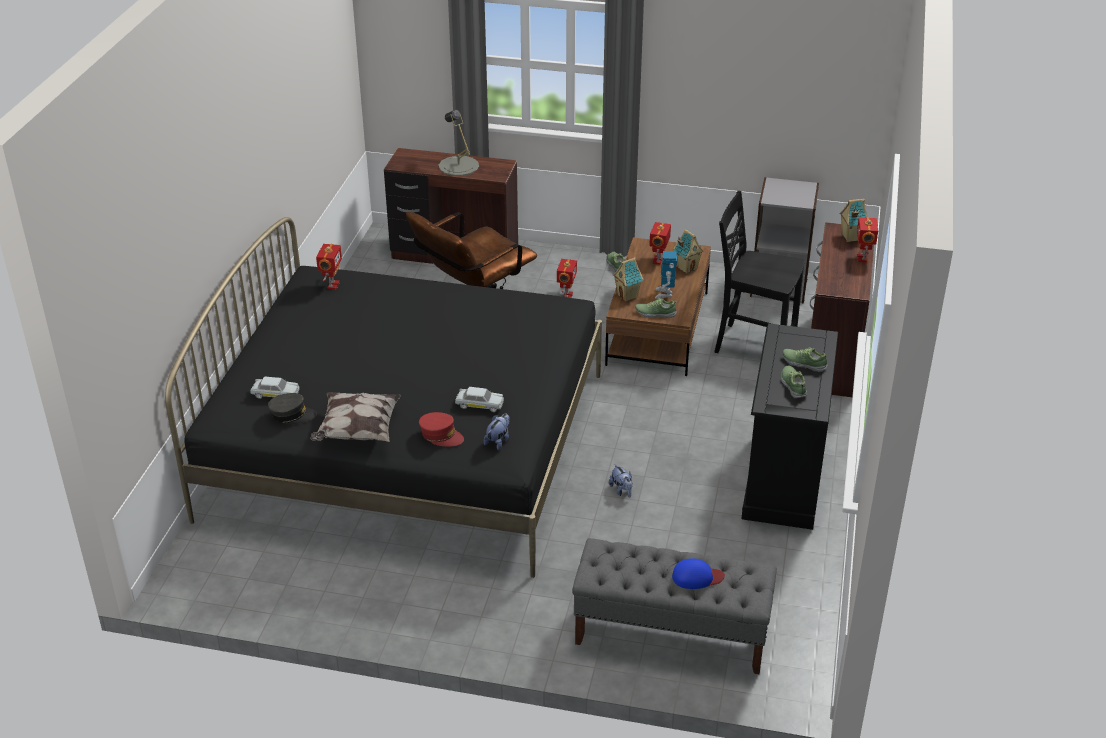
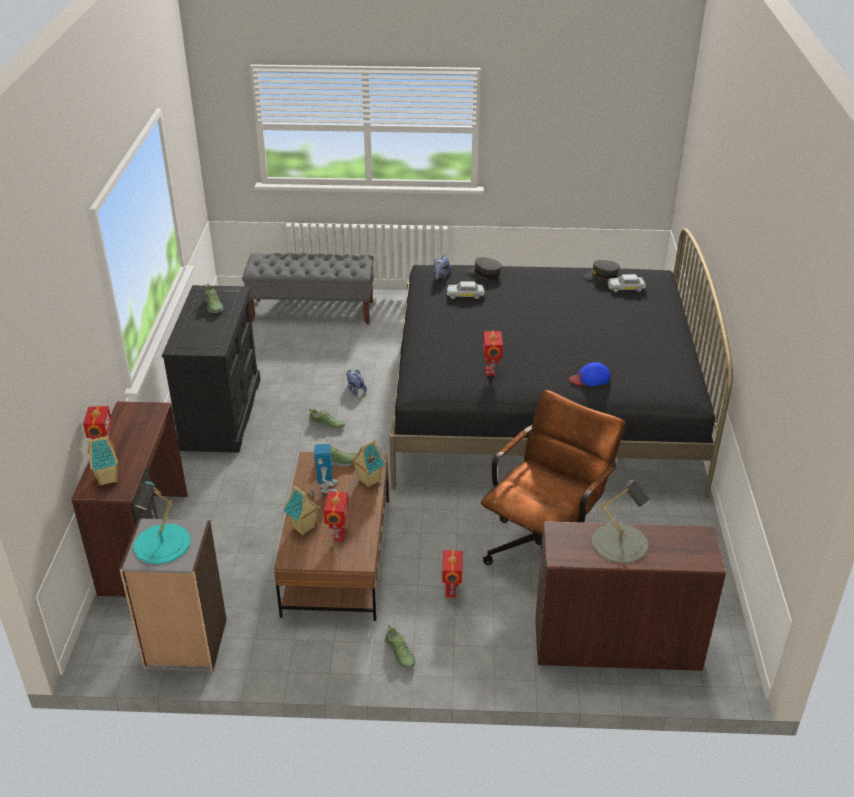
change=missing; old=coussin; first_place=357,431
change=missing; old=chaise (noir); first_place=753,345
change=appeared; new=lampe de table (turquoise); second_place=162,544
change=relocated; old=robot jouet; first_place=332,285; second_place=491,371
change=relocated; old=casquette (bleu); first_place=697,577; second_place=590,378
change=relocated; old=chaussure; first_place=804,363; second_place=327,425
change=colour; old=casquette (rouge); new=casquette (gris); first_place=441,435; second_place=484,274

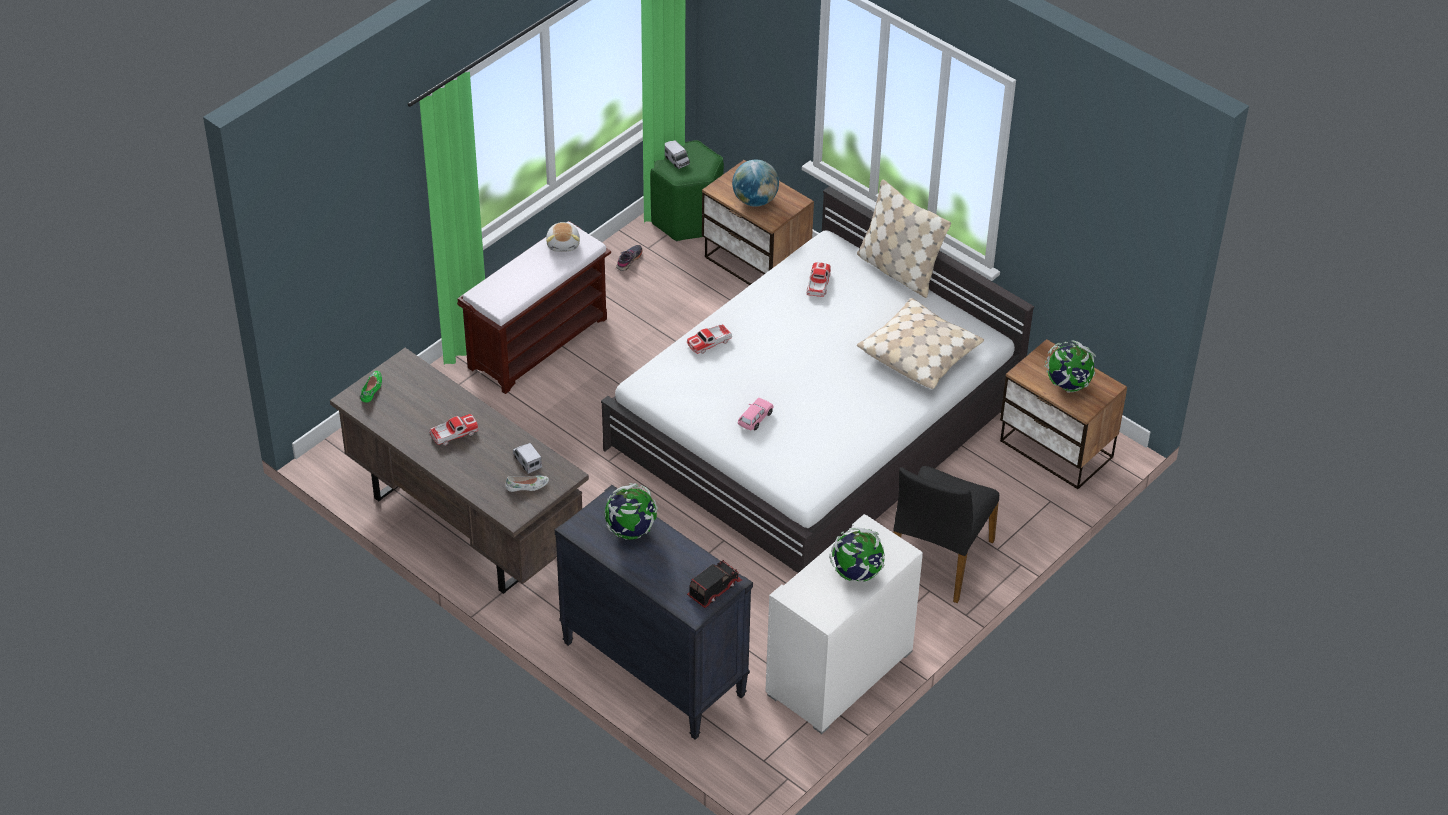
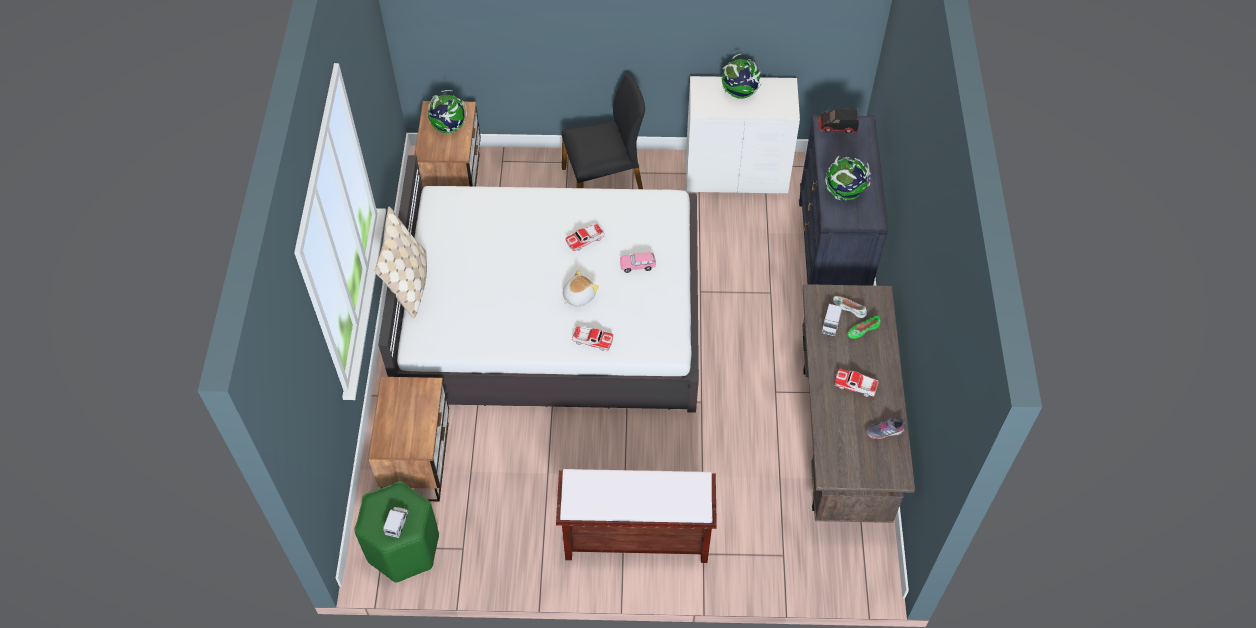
change=missing; old=globe; first_place=755,200
change=missing; old=coussin (beige); first_place=920,353
change=relocated; old=chaussure (vert); first_place=372,389; second_place=862,329
change=relocated; old=peluche; first_place=563,244; second_place=578,296
change=relocated; old=chaussure (gris); first_place=629,260; second_place=884,431
change=relocated; old=petite voiture; first_place=818,284; second_place=585,239

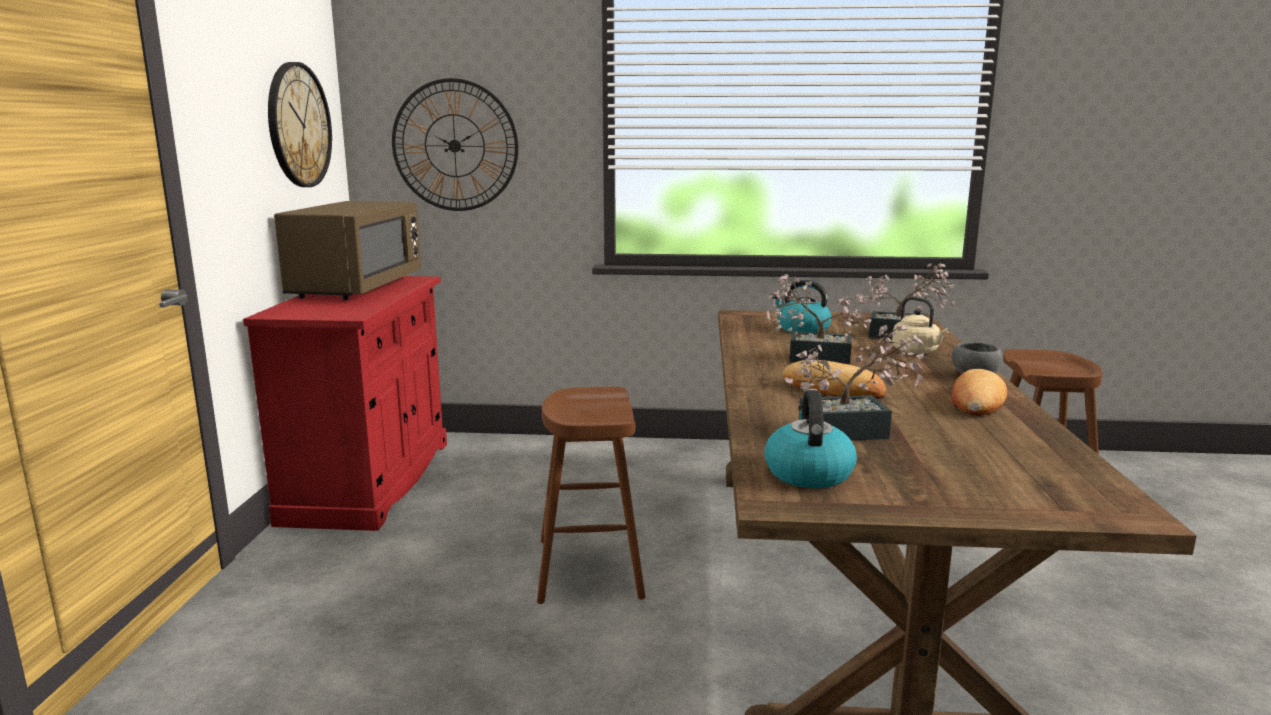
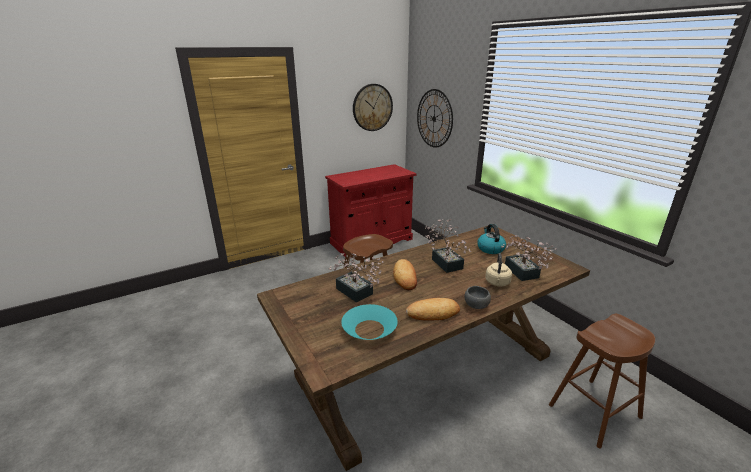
change=missing; old=micro-ondes (marron); first_place=357,288
change=missing; old=bouilloire; first_place=808,473
change=appeared; new=bol (turquoise); second_place=369,329

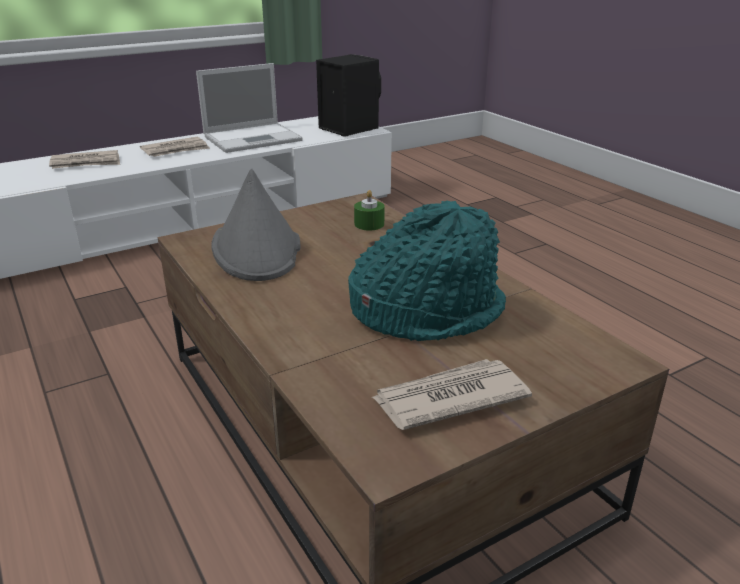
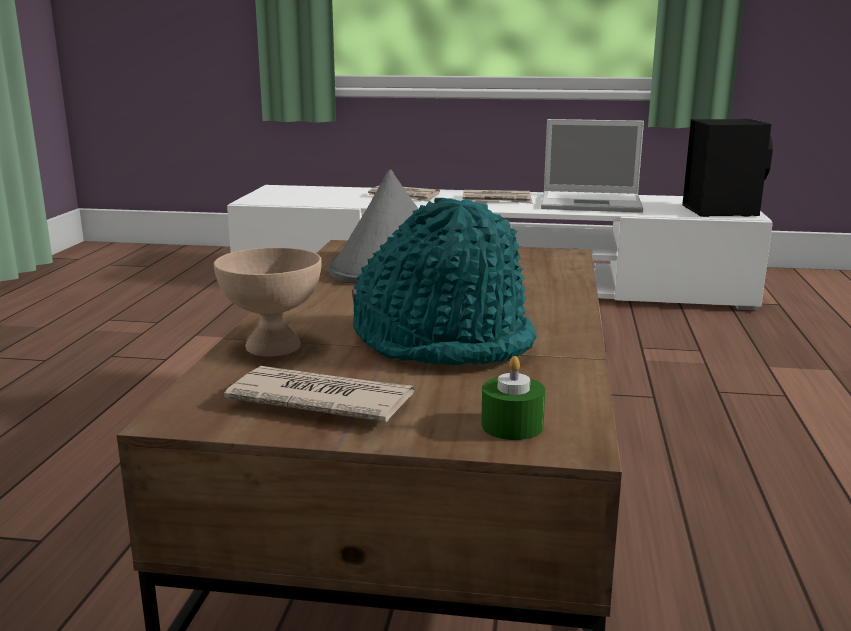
change=appeared; new=bol (beige); second_place=275,347
change=relocated; old=bougie (vert); first_place=369,224; second_place=512,425

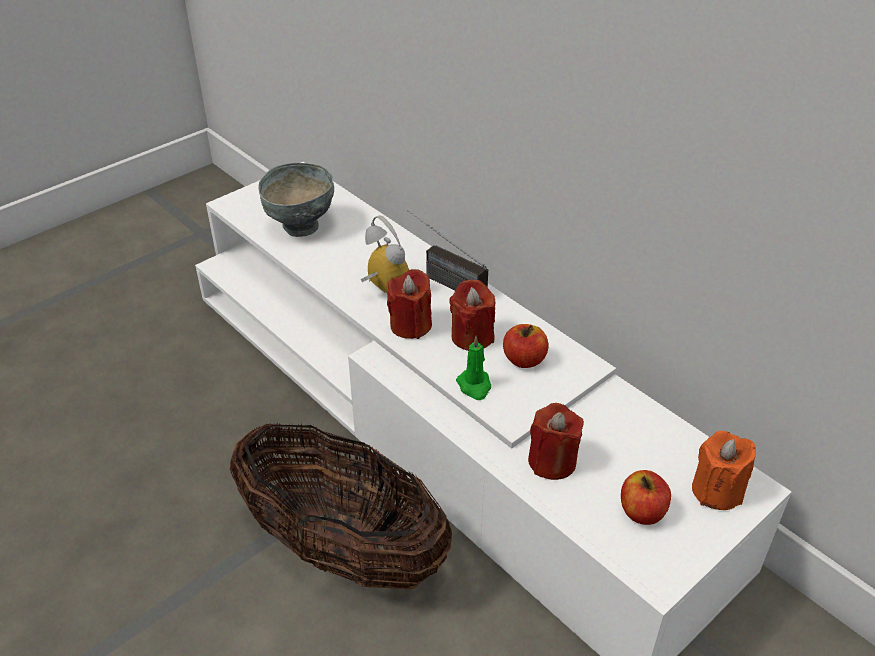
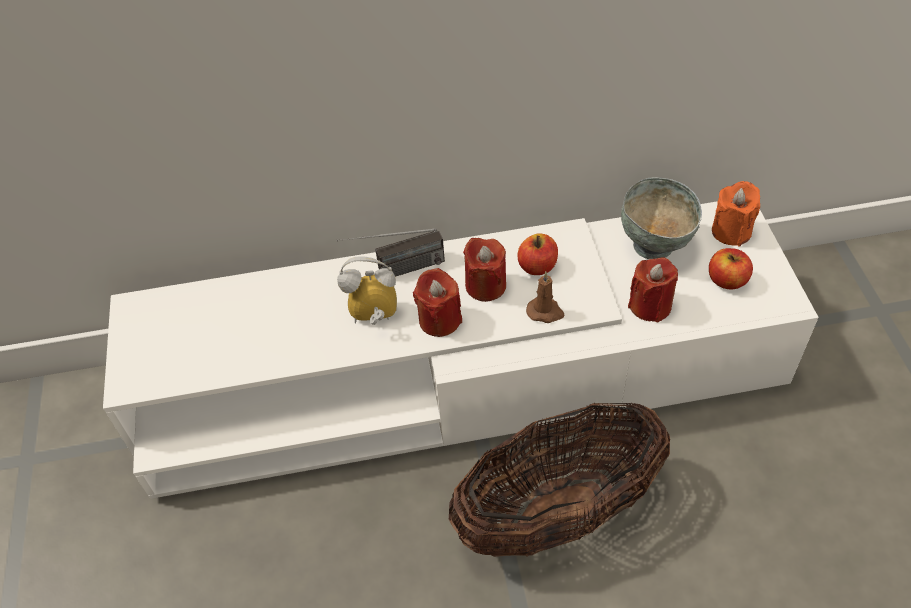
change=relocated; old=bol (gris); first_place=301,227; second_place=655,246
change=colour; old=bougie (vert); new=bougie (marron); first_place=474,386; second_place=545,312

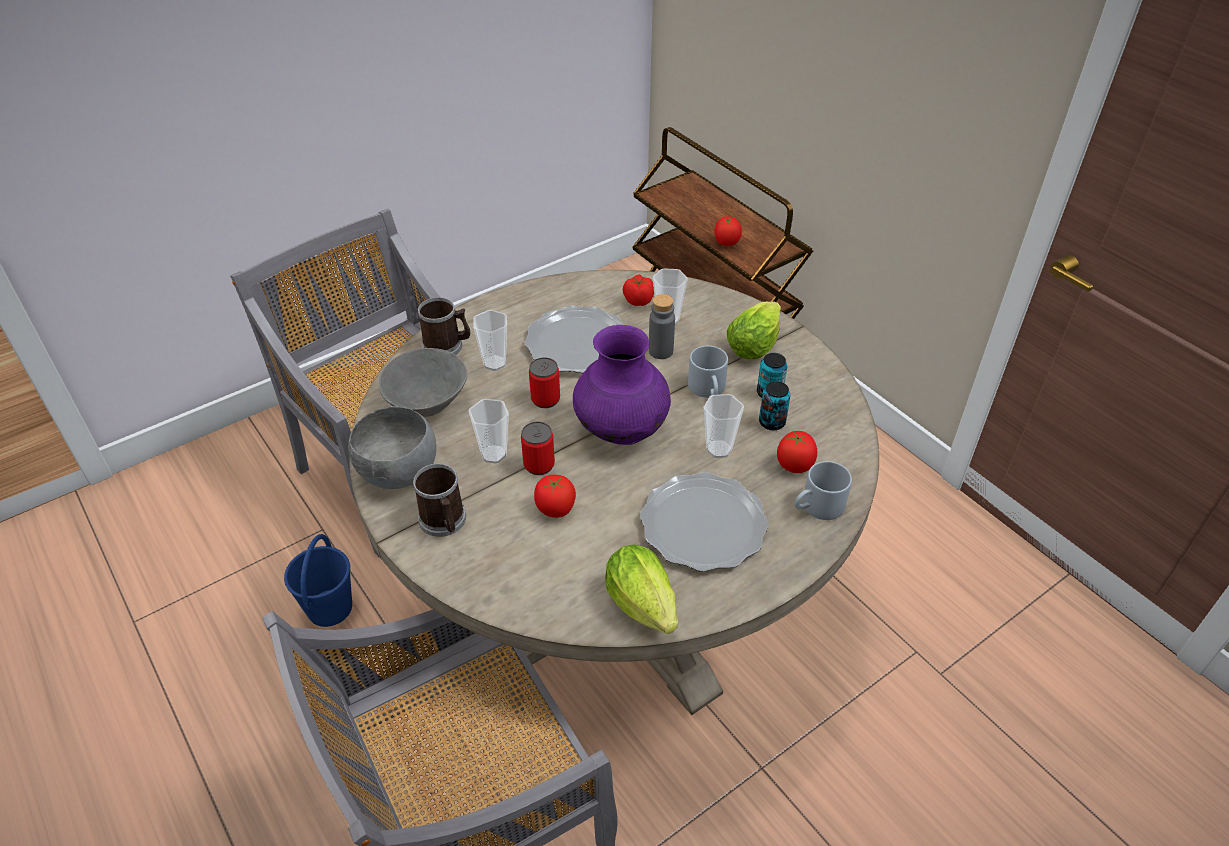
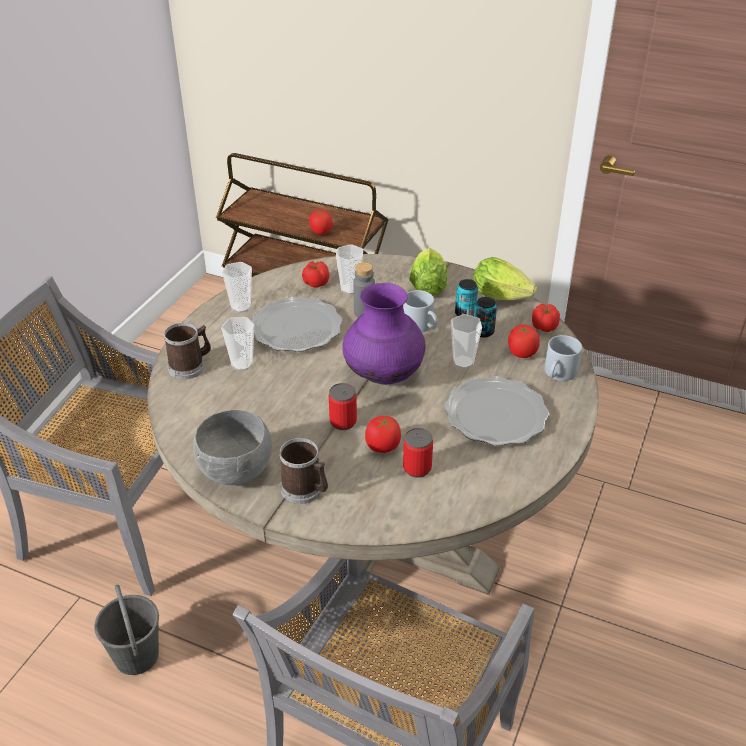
change=missing; old=bol (gris); first_place=426,405
change=appeared; new=tomate; second_place=544,327
change=relocated; old=tasse; first_place=493,454; second_place=241,307
change=relocated; old=boîte métallique; first_place=545,399; second_place=417,468
change=relocated; old=laitue; first_place=645,609; second_place=504,297
change=colour; old=seau (bleu); new=seau (gris); first_place=329,609; second_place=137,656

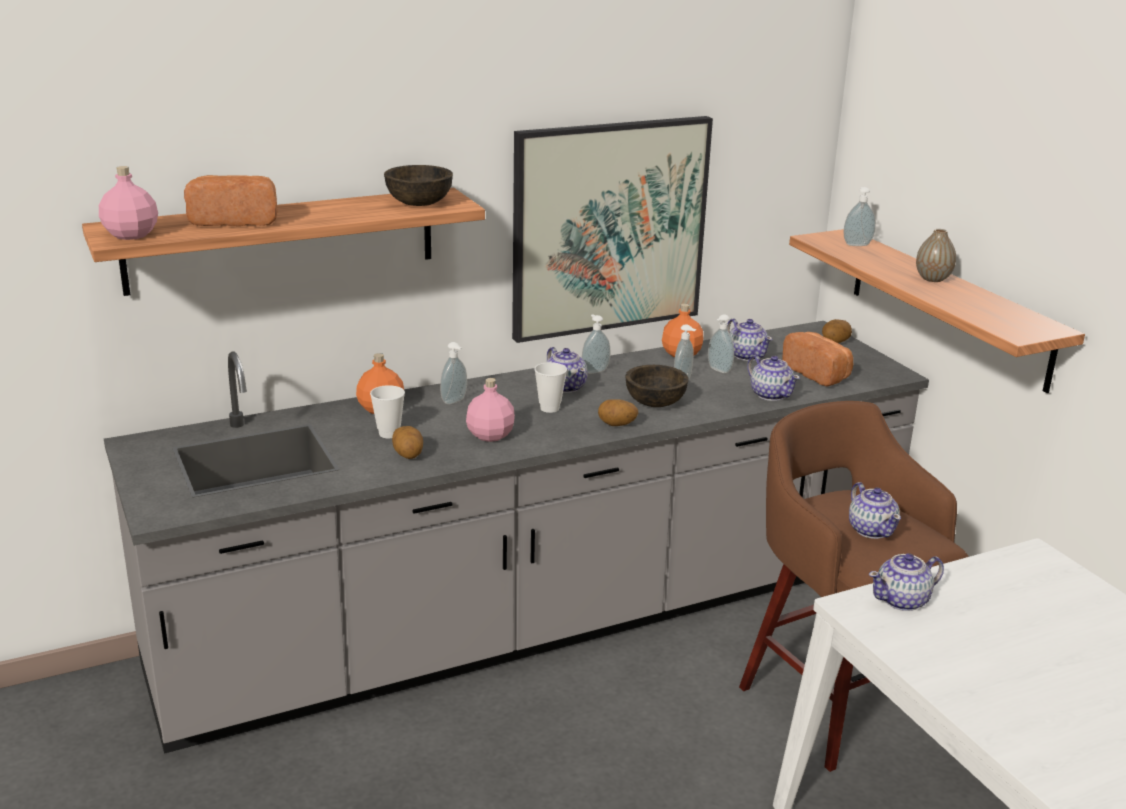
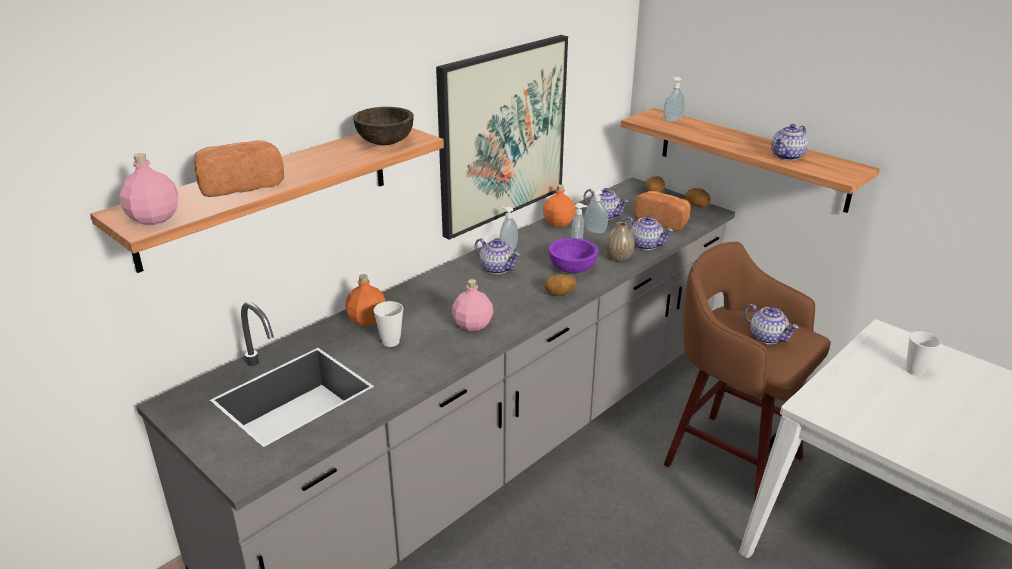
change=missing; old=distributeur de savon; first_place=455,401
change=relocated; old=pomme de terre; first_place=408,455; second_place=697,205
change=relocated; old=tasse; first_place=549,408; second_place=915,371
change=relocated; old=théière; first_place=902,600; second_place=787,156
change=relocated; old=vase; first_place=932,279; second_place=618,258
change=colour; old=bol (marron); new=bol (violet); first_place=654,403; second_place=572,269

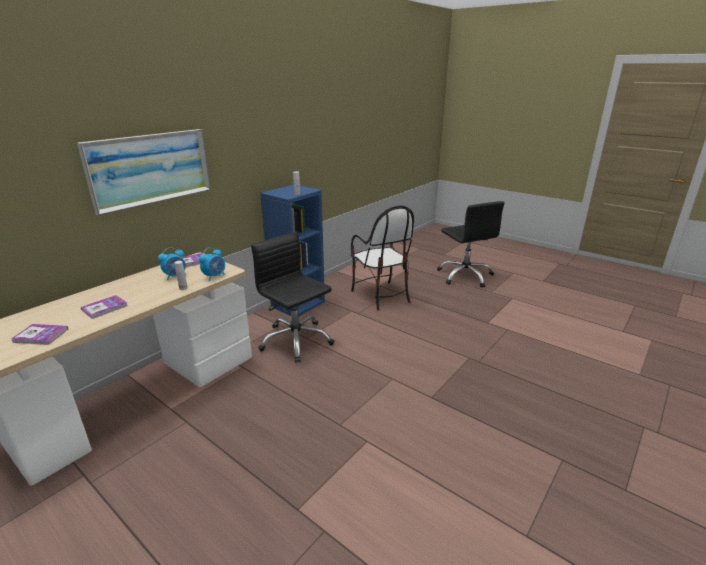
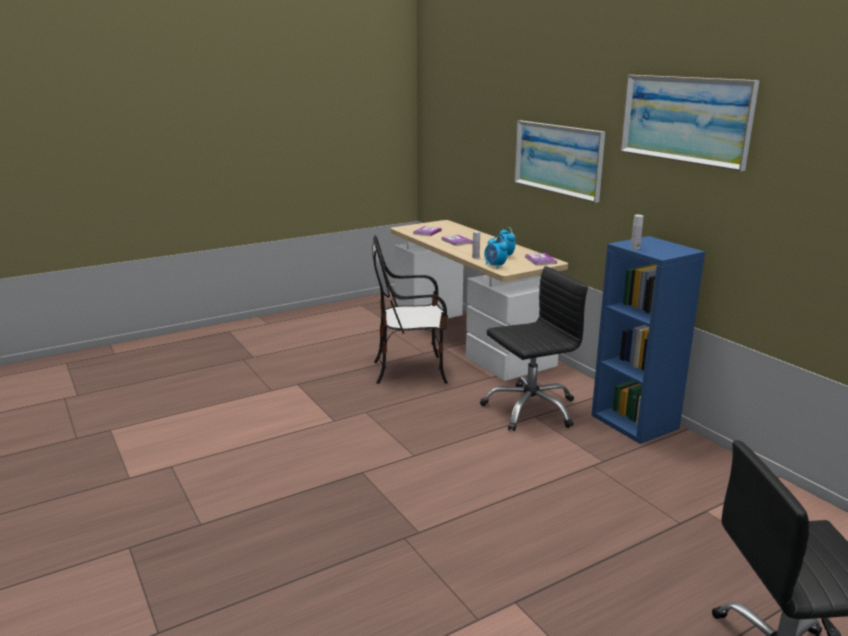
change=appeared; new=tableau; second_place=685,119
change=relocated; old=chaise; first_place=380,295; second_place=411,370

